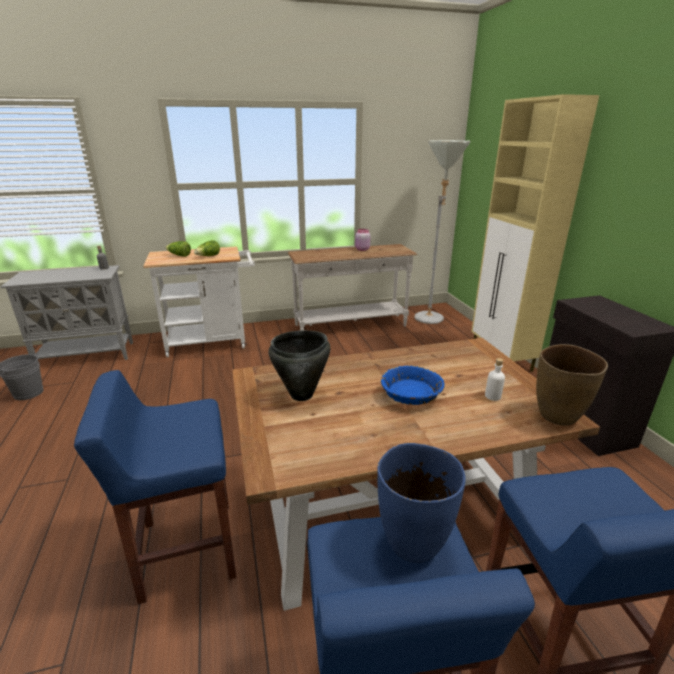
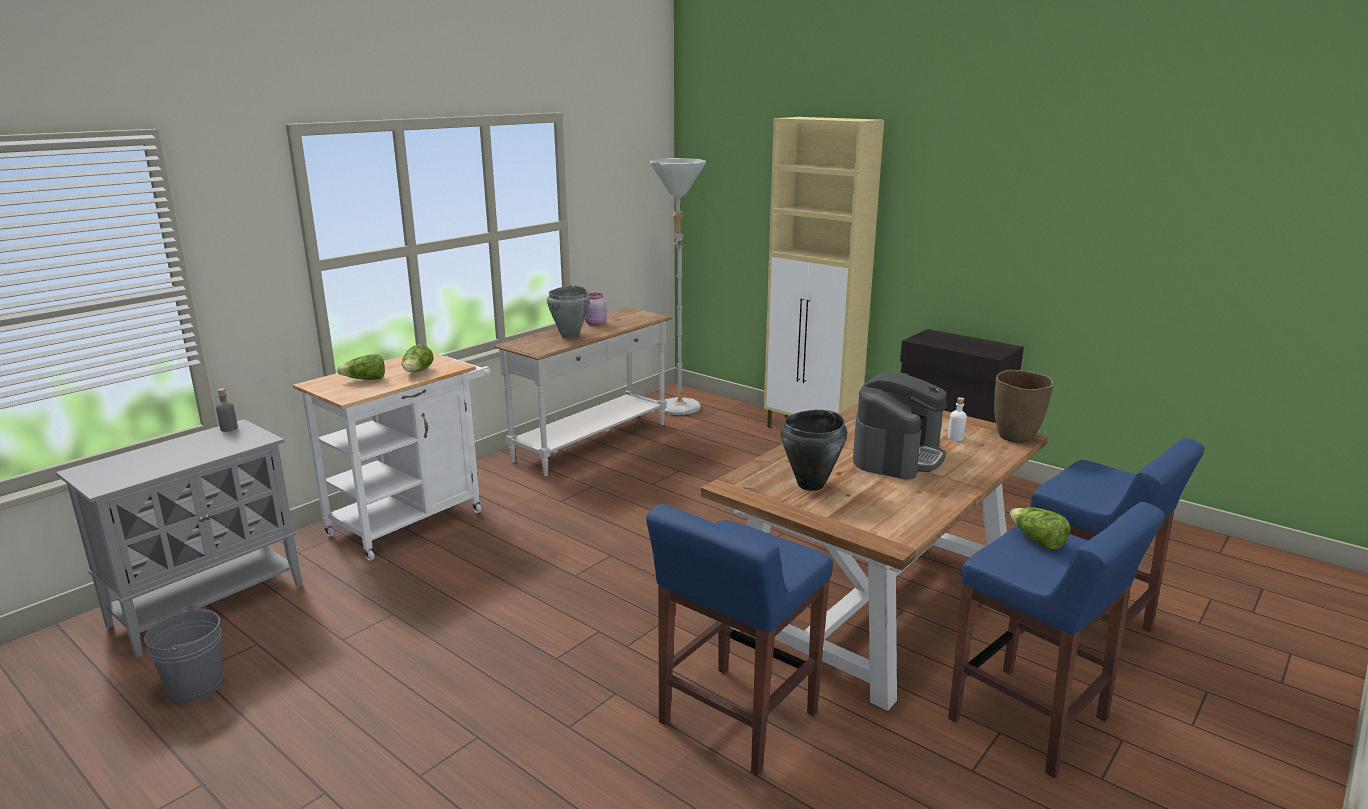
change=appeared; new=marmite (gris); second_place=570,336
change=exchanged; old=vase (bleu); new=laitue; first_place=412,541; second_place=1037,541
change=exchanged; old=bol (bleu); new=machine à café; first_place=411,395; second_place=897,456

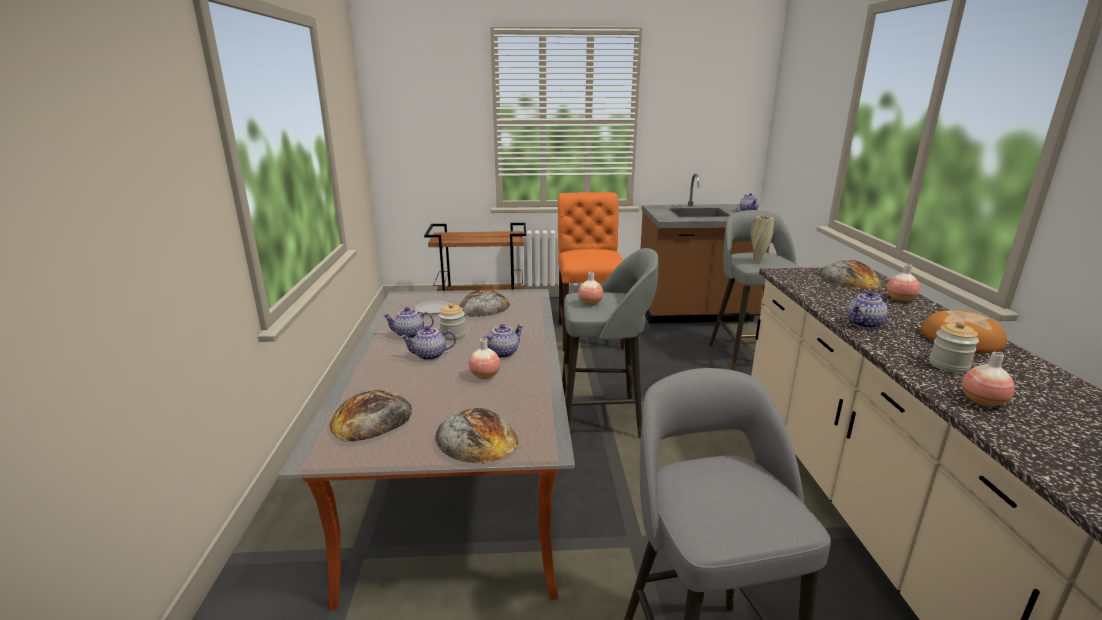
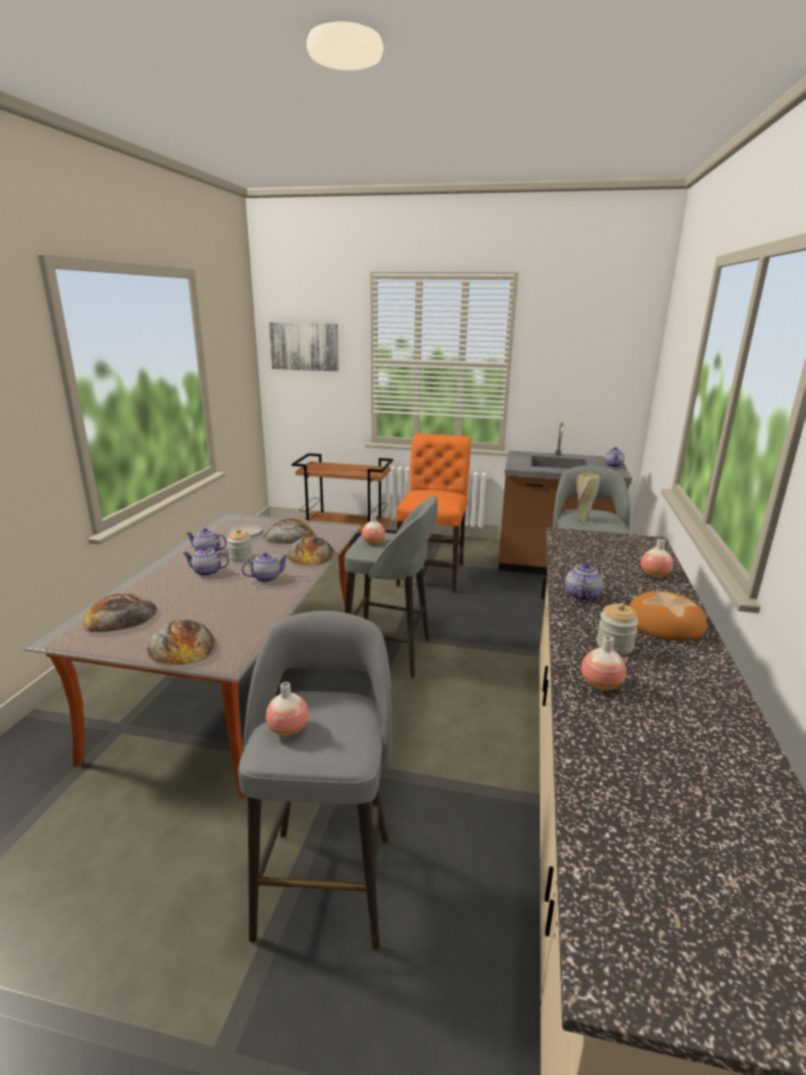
change=appeared; new=tableau; second_place=304,346
change=relocated; old=vase; first_place=485,375; second_place=288,729
change=relocated; old=pain; first_place=848,279; second_place=311,553
change=spun; old=théière; first_place=864,324; second_place=581,595; degrees=135

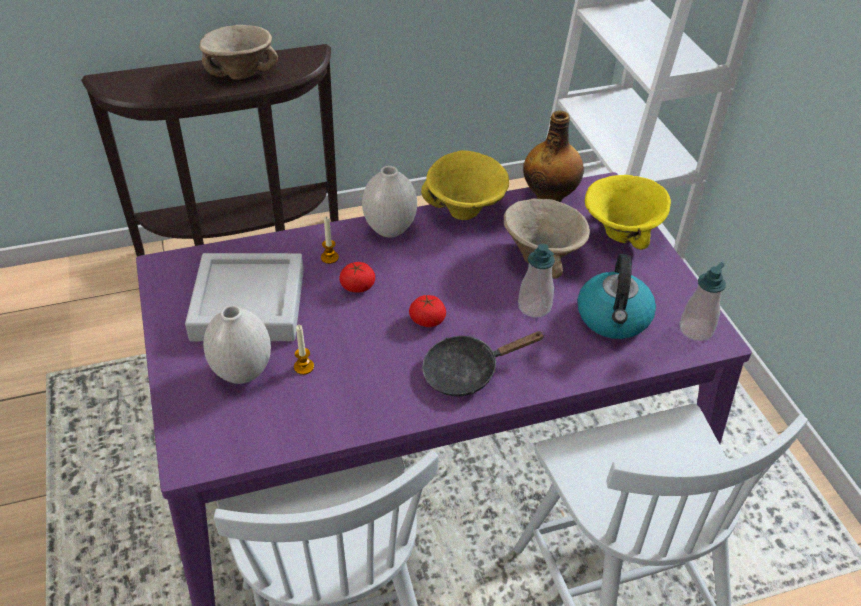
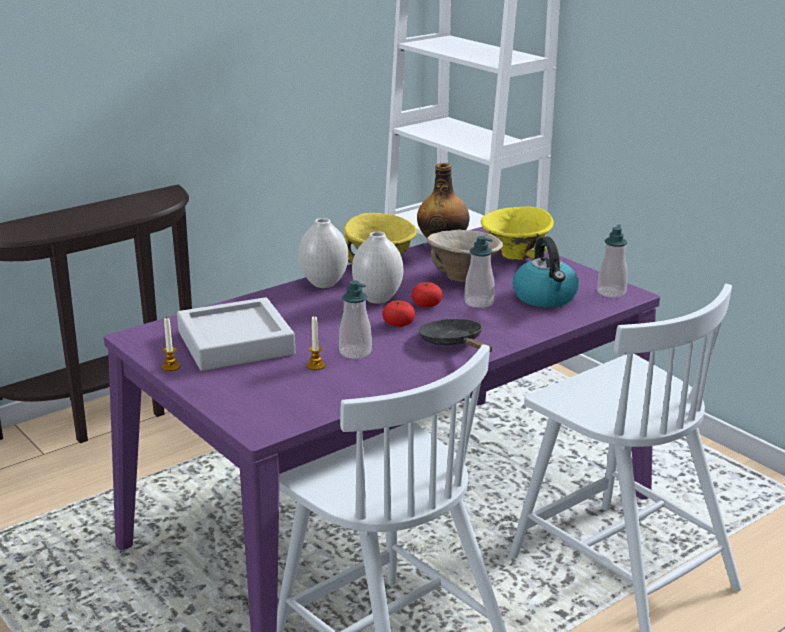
change=missing; old=bol (beige); first_place=240,73
change=appeared; new=distributeur de savon; second_place=355,352
change=relocated; old=vase (blanc); first_place=242,373; second_place=377,299
change=relocated; old=bougie; first_place=329,257; second_place=171,367
change=relocated; old=tomate; first_place=357,286; second_place=426,305
change=spun; old=poêle (noir); first_place=467,371; second_place=454,343; degrees=105

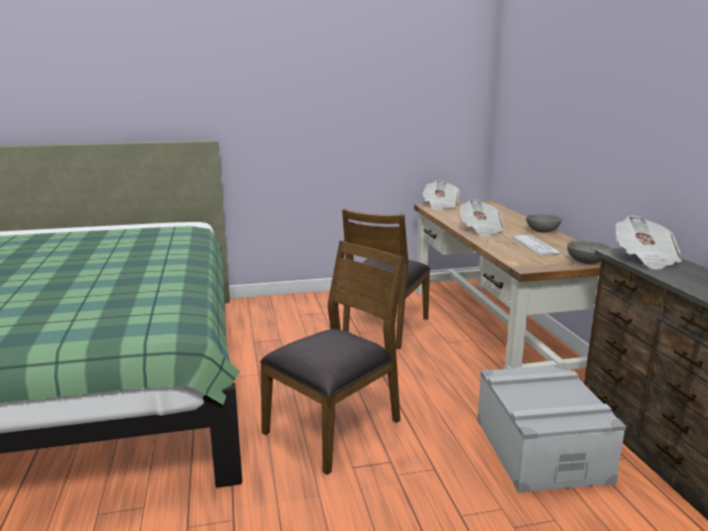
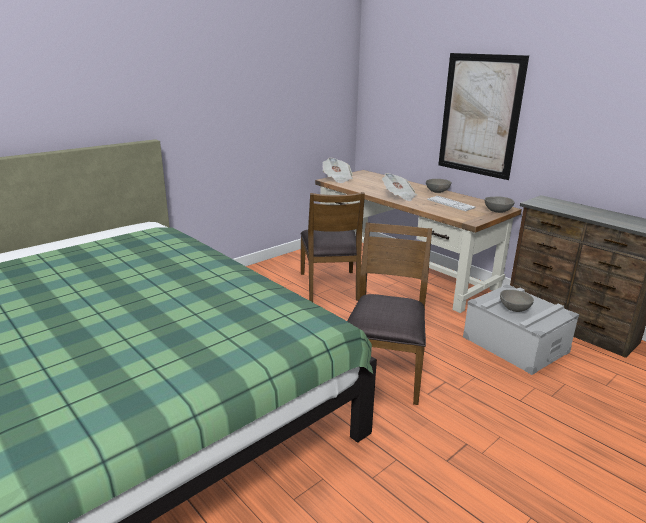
change=missing; old=journal; first_place=645,259
change=appeared; new=tableau; second_place=479,115
change=appeared; new=bol (gris); second_place=514,309

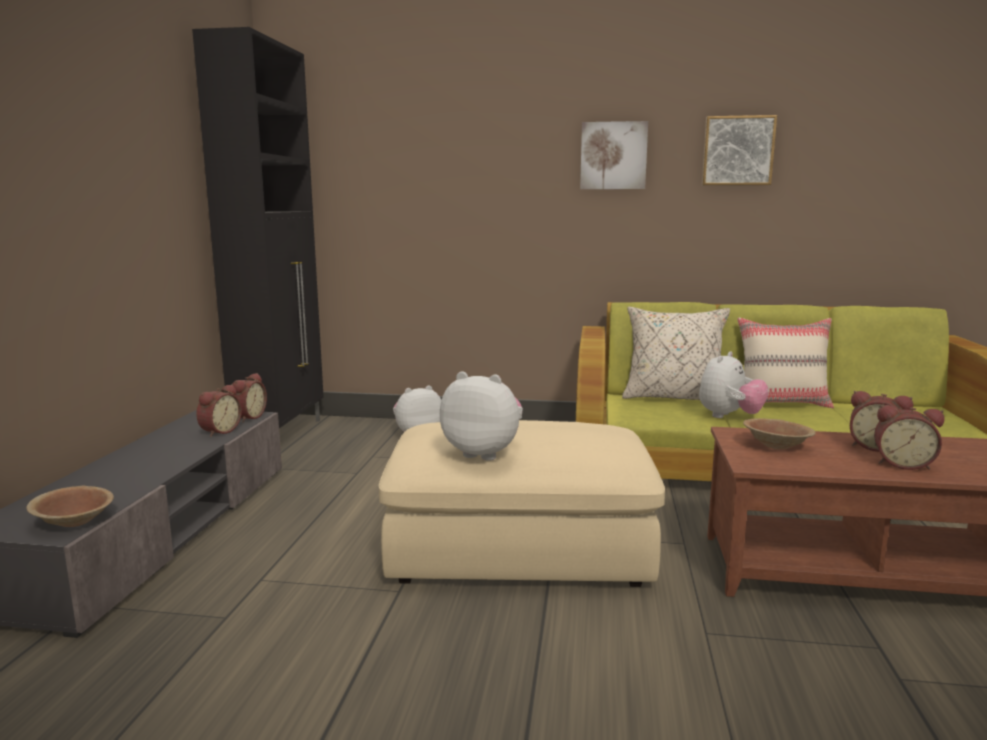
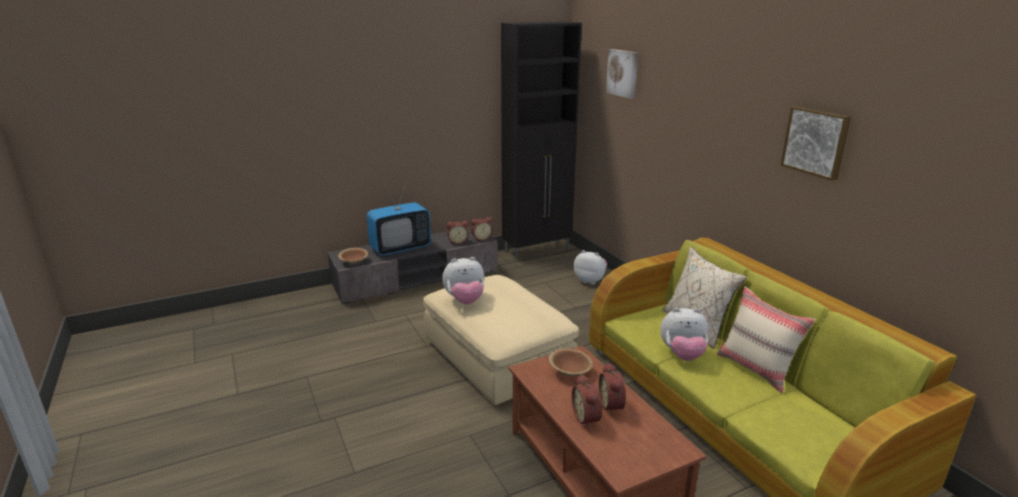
change=appeared; new=téléviseur; second_place=400,248
change=relocated; old=tableau; first_place=613,156; second_place=623,73
change=spun; old=peluche; first_place=484,453; second_place=465,301; degrees=90

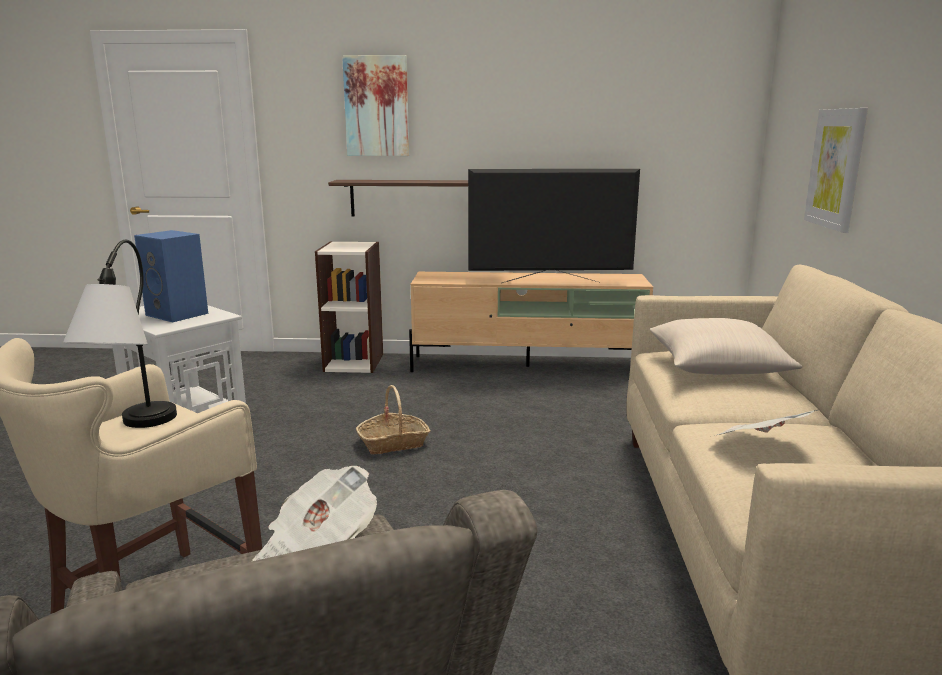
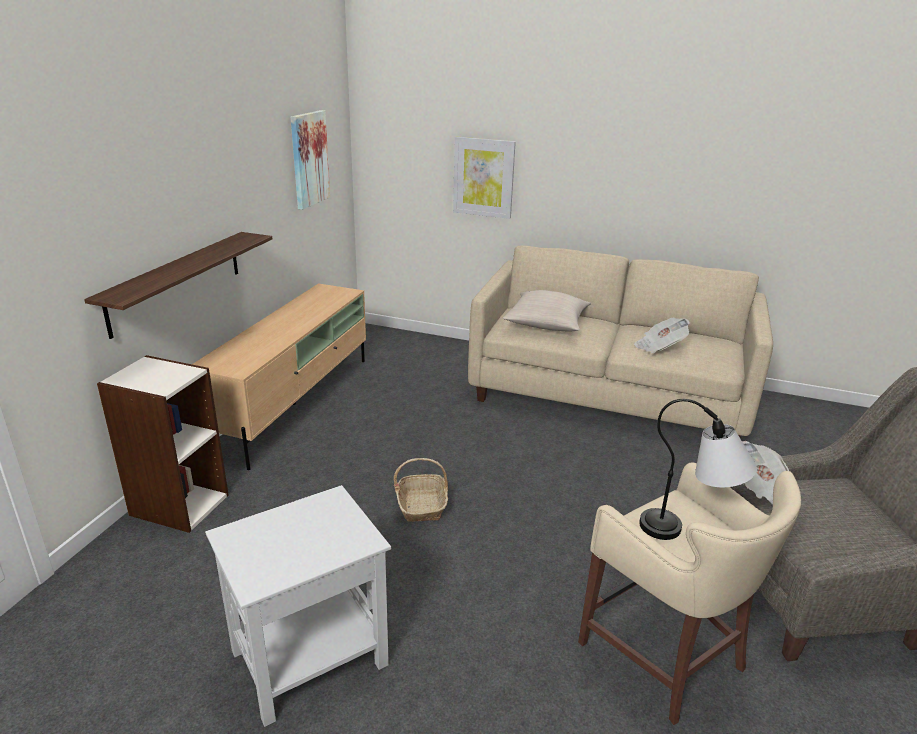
change=missing; old=enceinte (bleu); first_place=179,314
change=missing; old=téléviseur; first_place=550,282
change=relocated; old=tableau; first_place=376,106; second_place=309,159

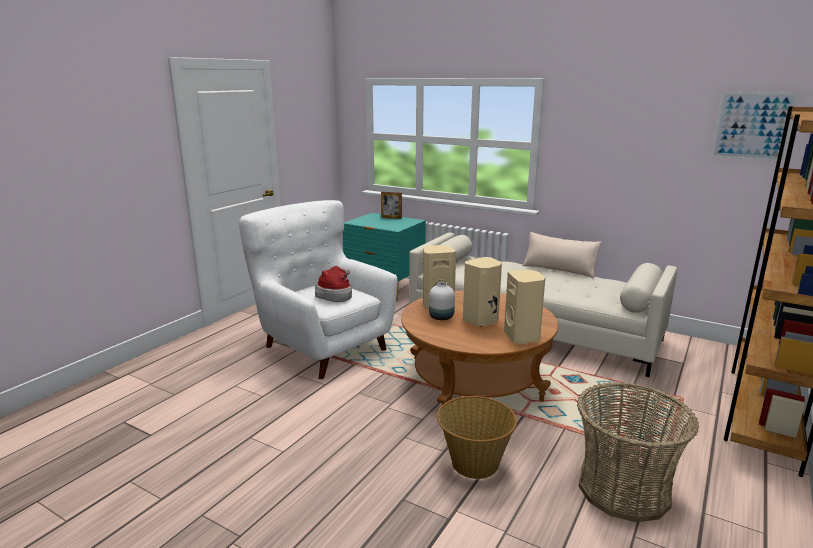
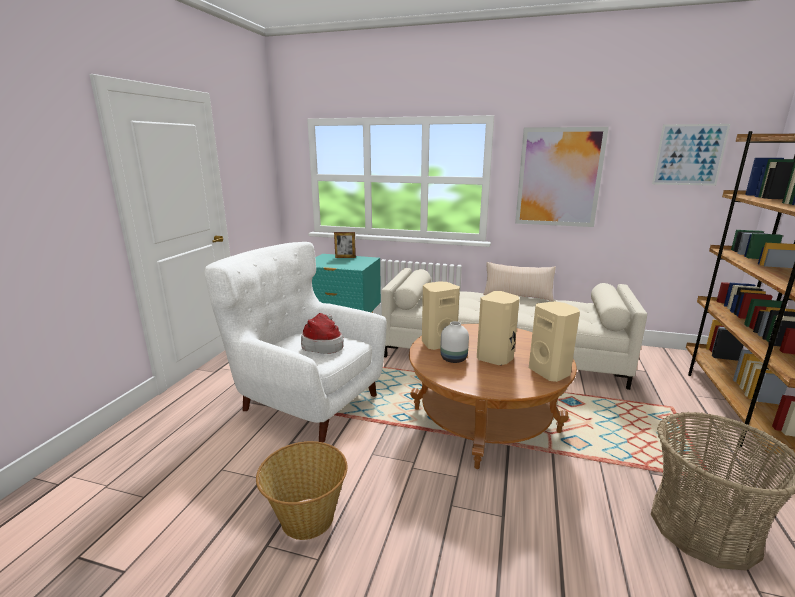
change=appeared; new=tableau; second_place=559,177
change=relocated; old=panier; first_place=474,463; second_place=306,518

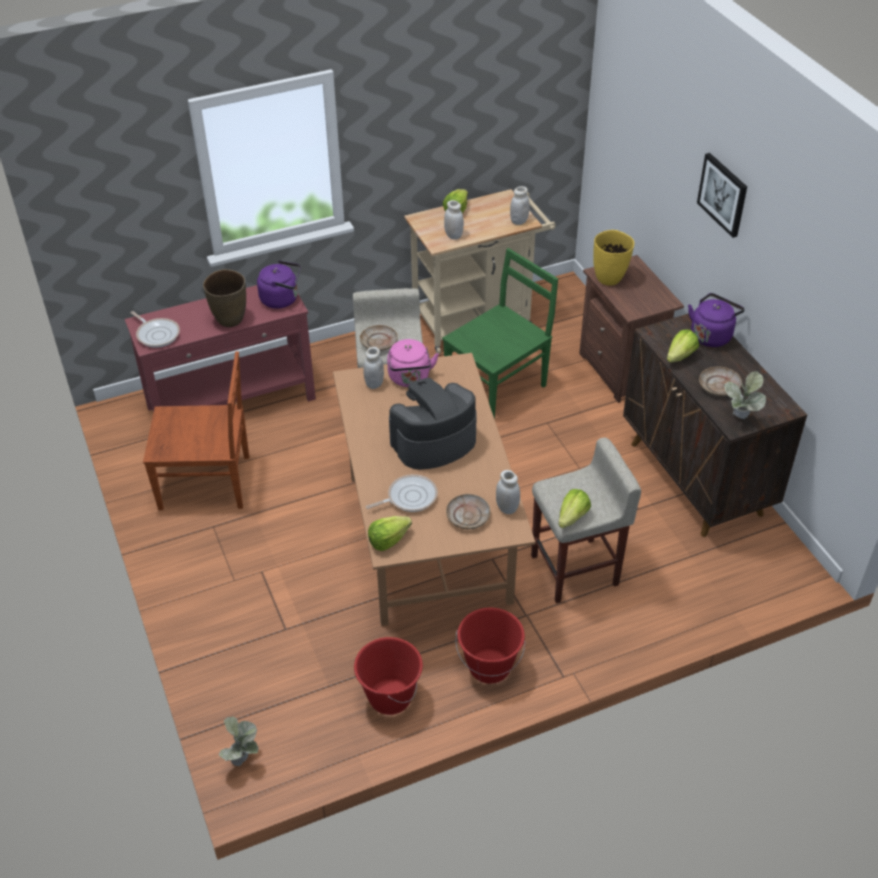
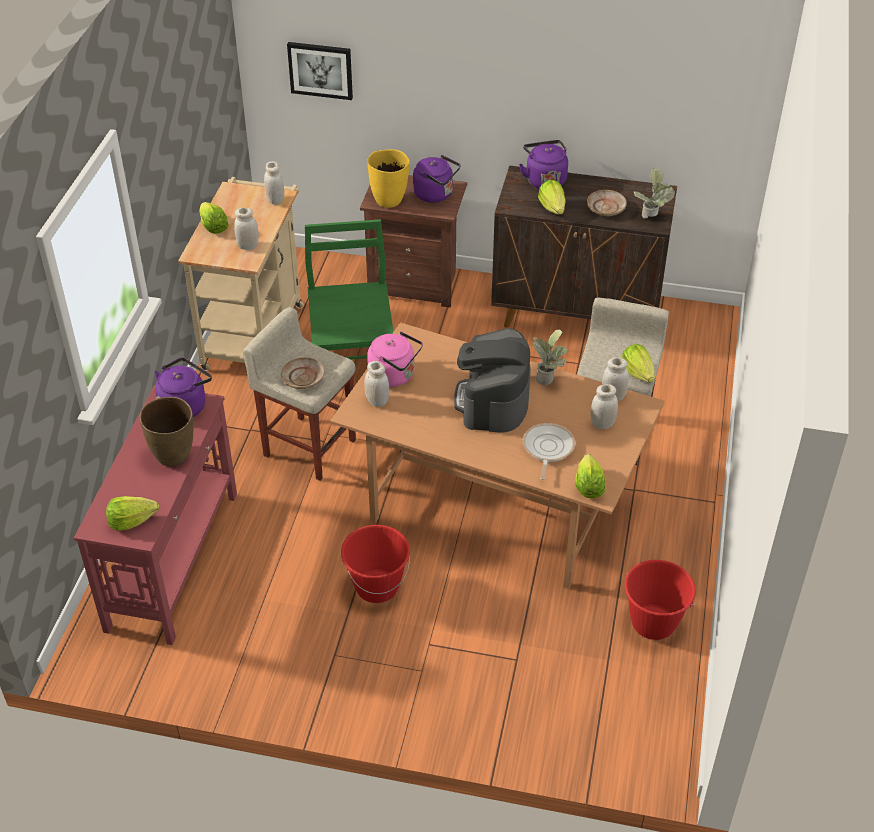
change=missing; old=chaise (marron); first_place=207,483
change=appeared; new=bouilloire (violet); second_place=436,194
change=relocated; old=plante en pot; first_place=244,759; second_place=547,377
change=relocated; old=seau (rouge); first_place=489,666; second_place=377,586
change=relocated; old=tableau; first_place=723,194; second_place=320,70
change=exchanged; old=poêle; new=laitue; first_place=157,334; second_place=131,521
change=exchanged; old=assiette (beige); new=bocal (blanc); first_place=468,516; second_place=602,424

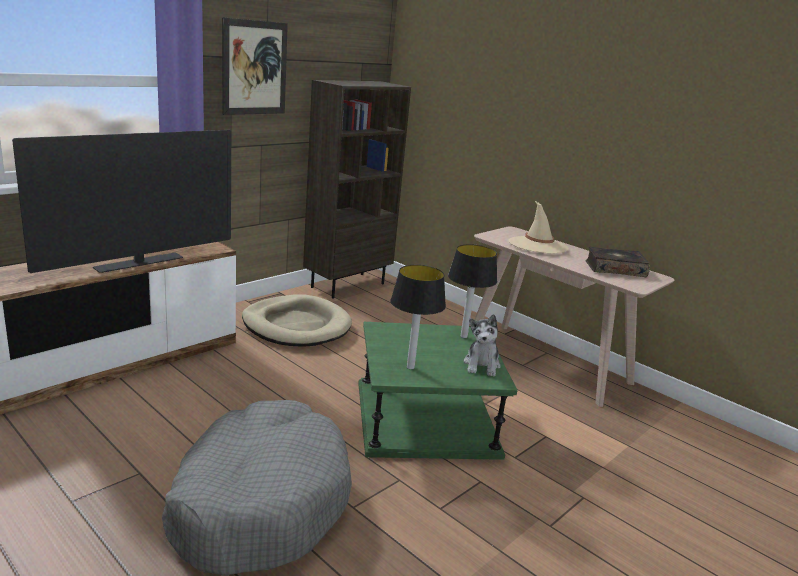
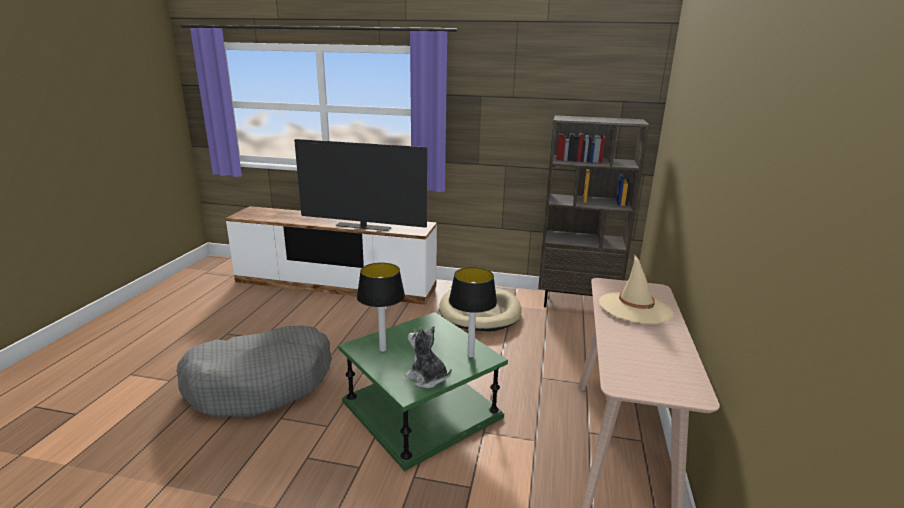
change=missing; old=tableau; first_place=254,68
change=missing; old=livre; first_place=614,269
change=spun; old=peluche; first_place=481,365; second_place=427,378; degrees=60

